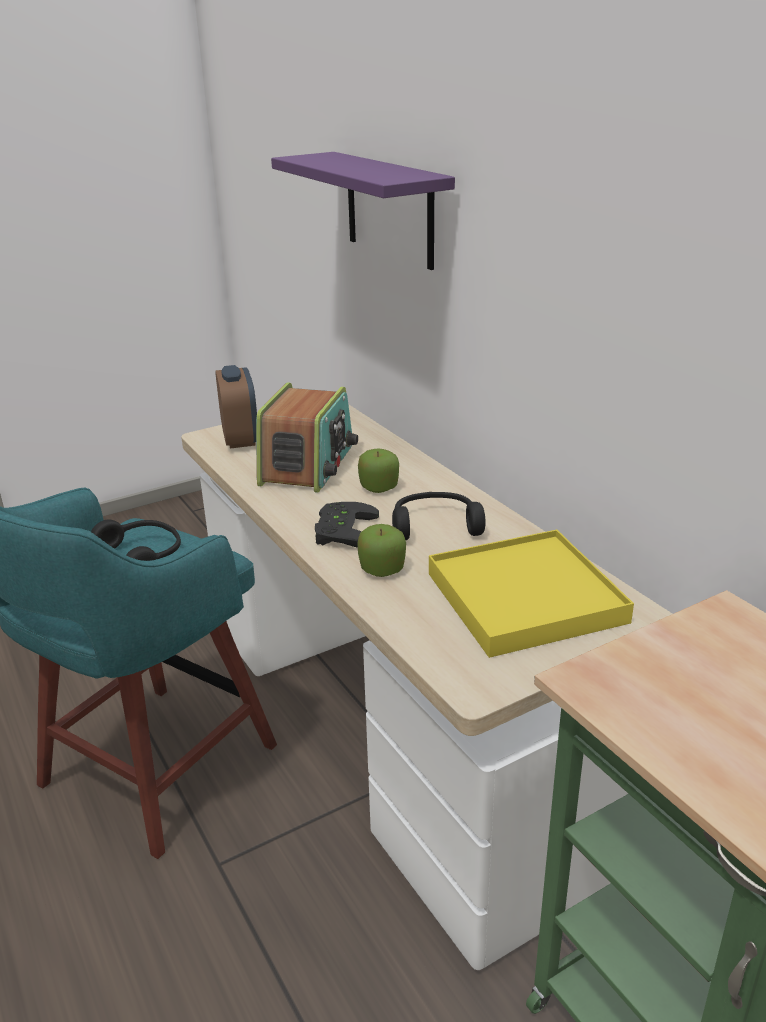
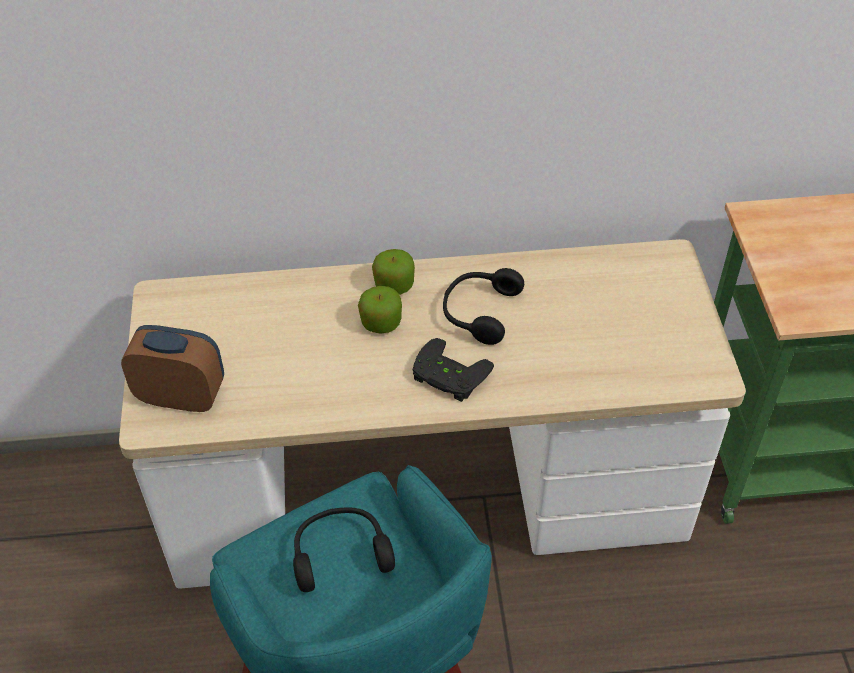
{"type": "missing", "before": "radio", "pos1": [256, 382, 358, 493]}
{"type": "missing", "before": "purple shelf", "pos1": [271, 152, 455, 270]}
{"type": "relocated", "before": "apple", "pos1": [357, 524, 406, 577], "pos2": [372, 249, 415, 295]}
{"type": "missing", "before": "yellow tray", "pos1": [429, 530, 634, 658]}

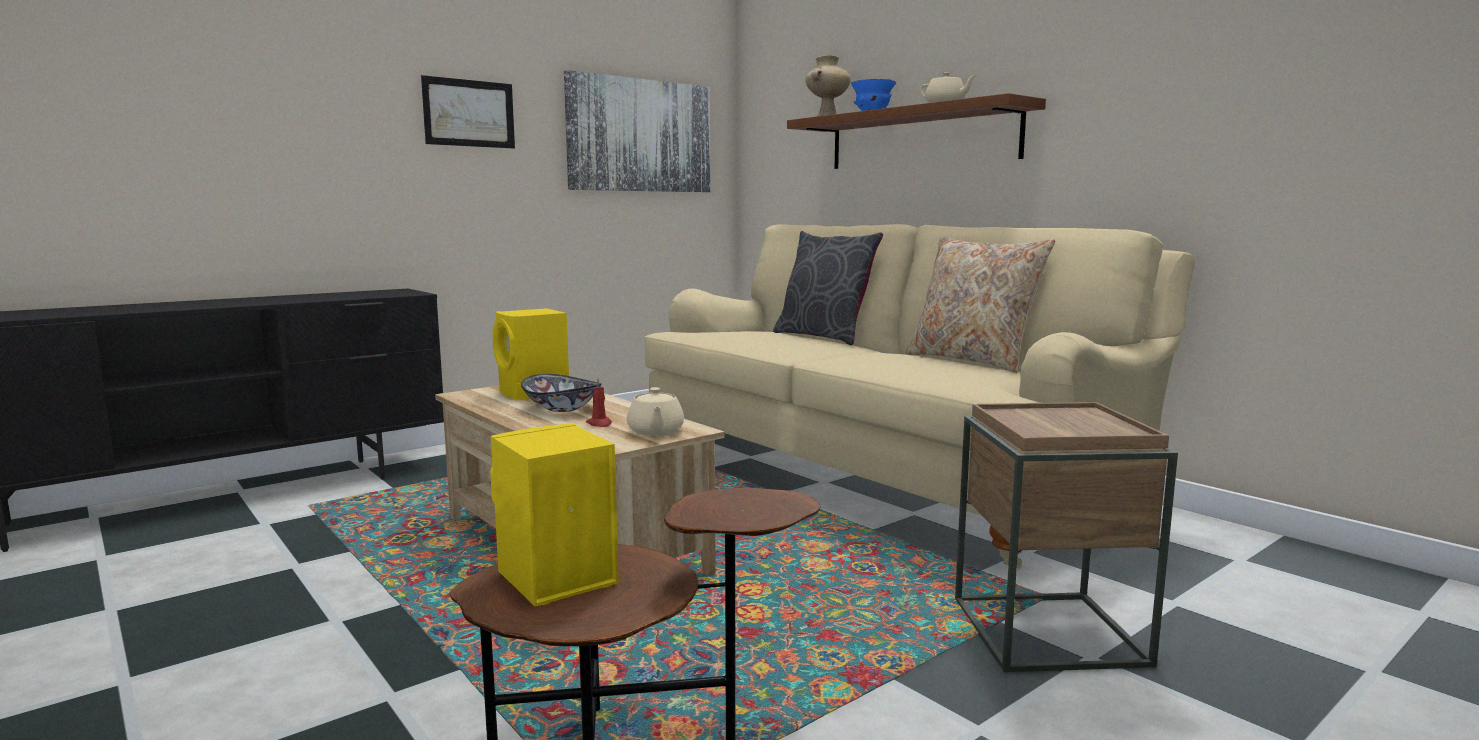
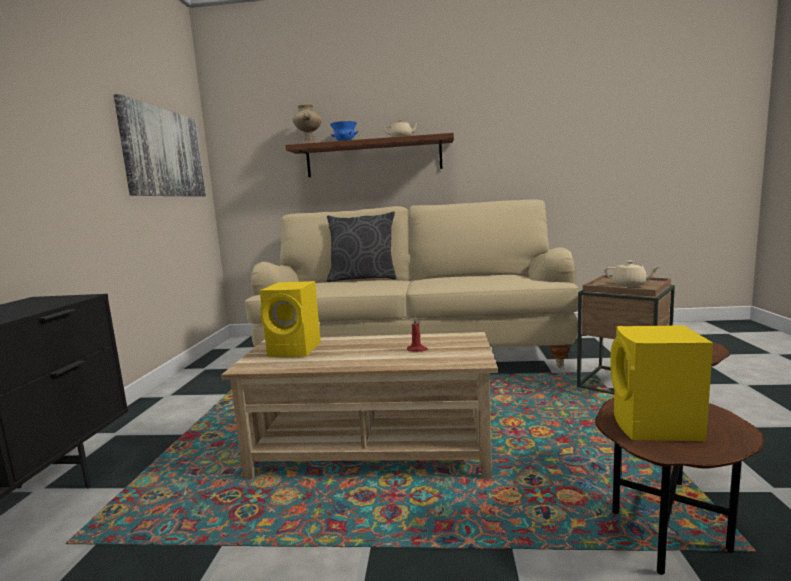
{"type": "missing", "before": "picture", "pos1": [421, 75, 515, 149]}
{"type": "missing", "before": "bowl", "pos1": [521, 374, 602, 412]}
{"type": "relocated", "before": "beige teapot", "pos1": [627, 387, 684, 436], "pos2": [604, 261, 660, 287]}
{"type": "missing", "before": "beige pillow", "pos1": [906, 236, 1055, 373]}

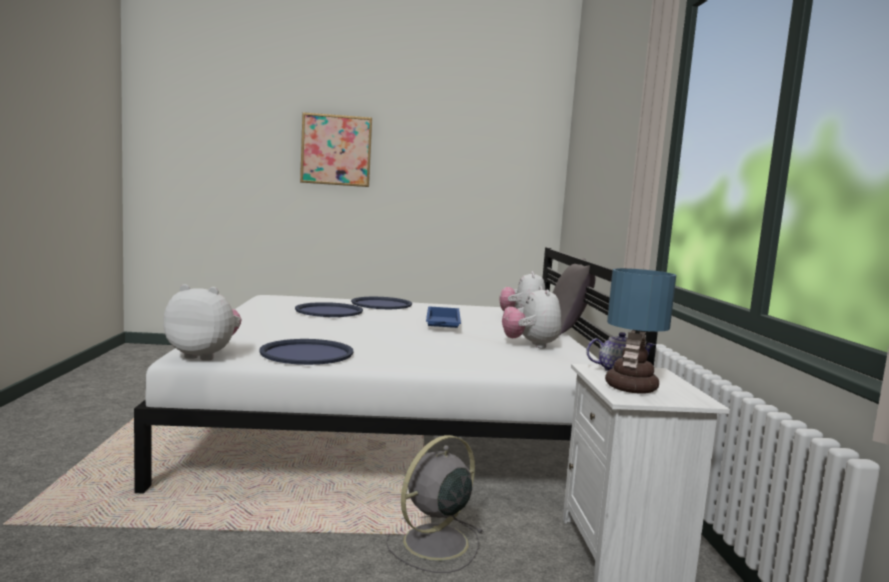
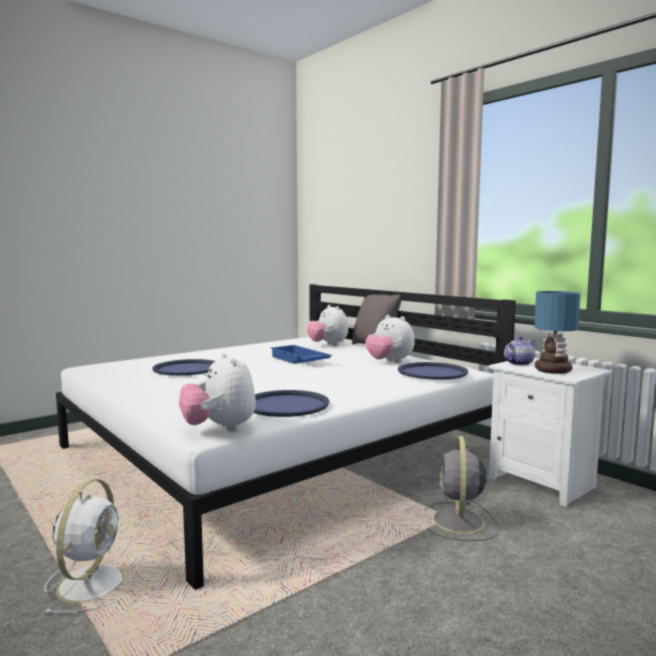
{"type": "spun", "before": "plush toy", "pos1": [163, 284, 242, 361], "pos2": [179, 353, 256, 432], "turn": -90}
{"type": "missing", "before": "picture", "pos1": [300, 112, 372, 187]}
{"type": "relocated", "before": "blue tray", "pos1": [351, 297, 412, 309], "pos2": [398, 362, 468, 380]}
{"type": "appeared", "after": "white fan", "pos2": [43, 479, 124, 614]}

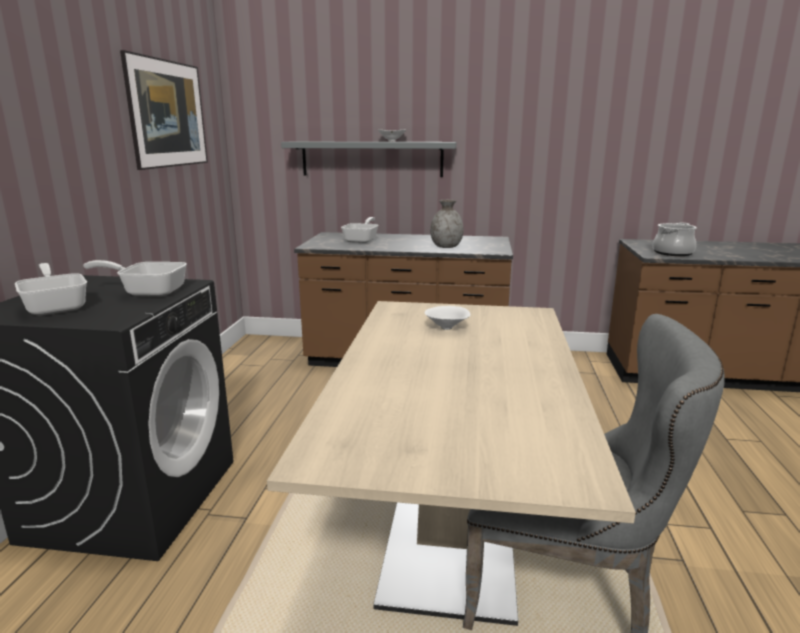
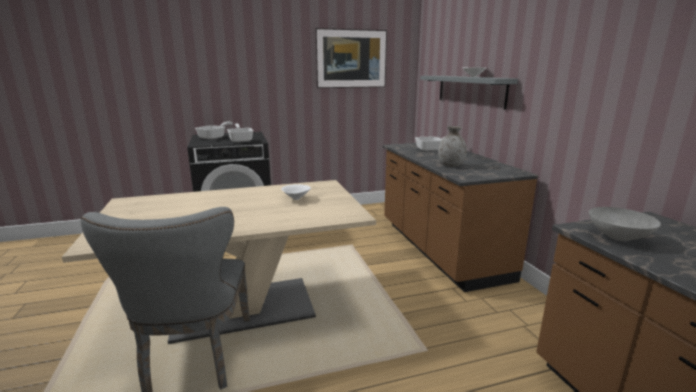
{"type": "exchanged", "before": "cooking pot", "after": "grey bowl", "pos1": [653, 222, 697, 256], "pos2": [589, 207, 661, 241]}

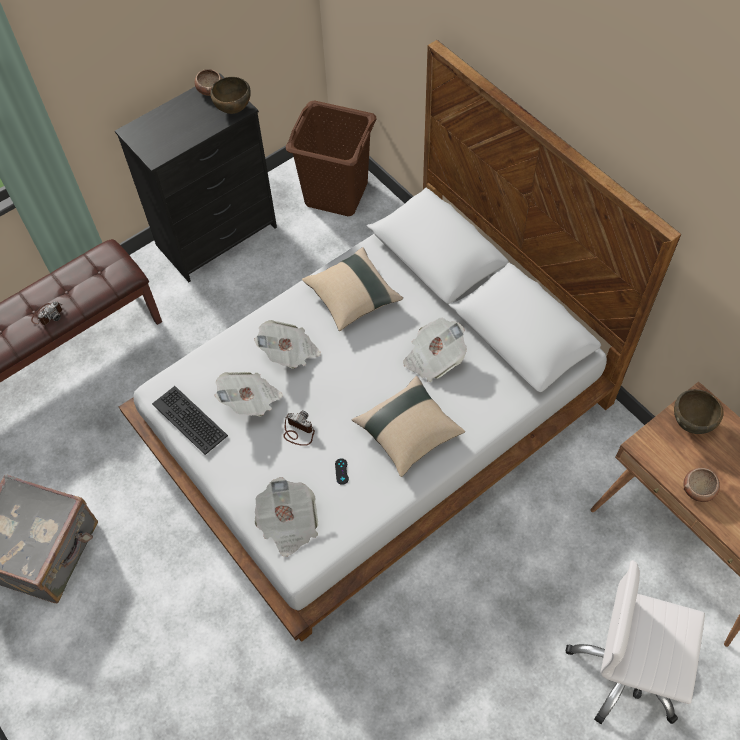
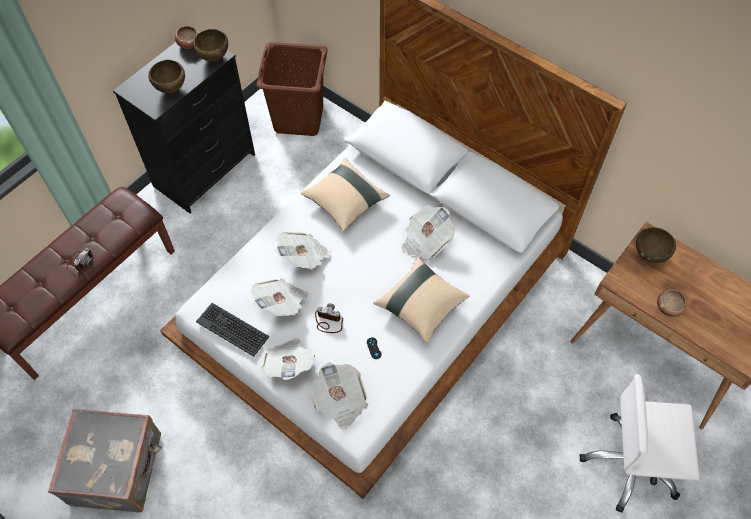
{"type": "appeared", "after": "brown bowl", "pos2": [148, 60, 185, 93]}
{"type": "appeared", "after": "newspaper", "pos2": [261, 338, 315, 380]}

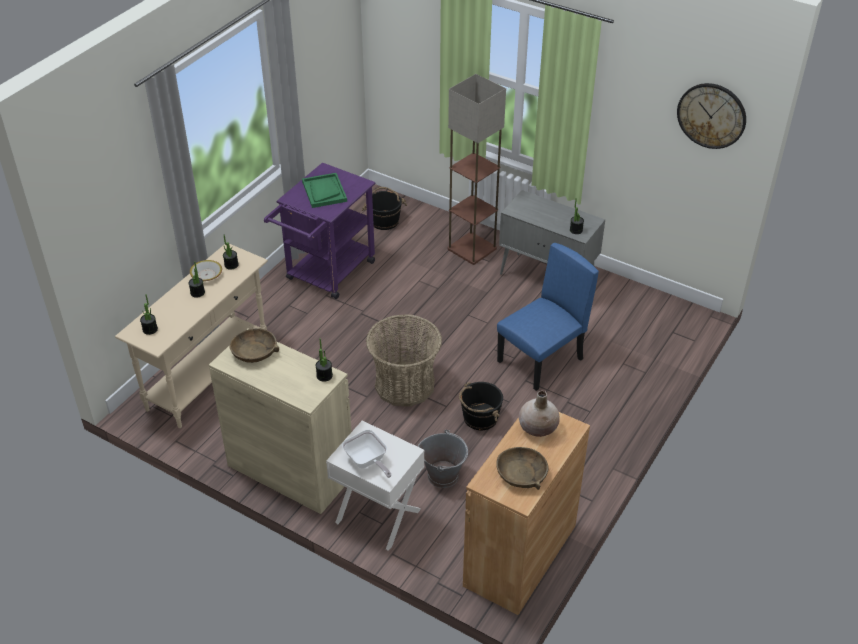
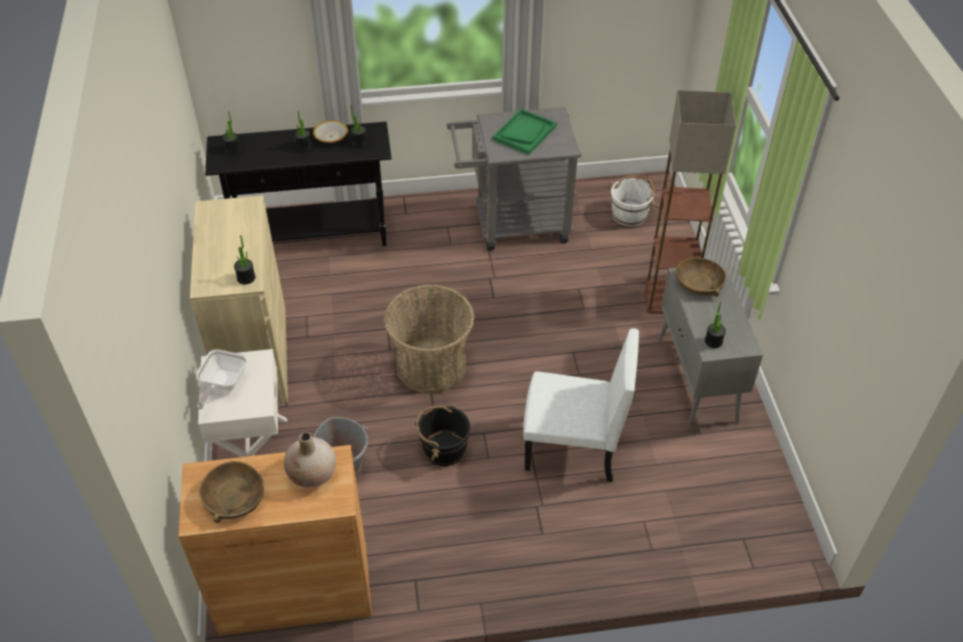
{"type": "colour", "before": "beige console table", "after": "black console table", "pos1": [115, 244, 268, 428], "pos2": [205, 122, 392, 246]}
{"type": "relocated", "before": "brown bowl", "pos1": [229, 328, 279, 363], "pos2": [676, 258, 727, 297]}
{"type": "colour", "before": "purple cart", "after": "grey cart", "pos1": [264, 162, 376, 299], "pos2": [447, 107, 582, 251]}
{"type": "colour", "before": "black bucket", "after": "white bucket", "pos1": [362, 187, 407, 230], "pos2": [608, 175, 657, 226]}
{"type": "colour", "before": "blue chair", "after": "white chair", "pos1": [497, 243, 599, 391], "pos2": [523, 328, 639, 482]}
{"type": "missing", "before": "wall clock", "pos1": [677, 83, 746, 149]}

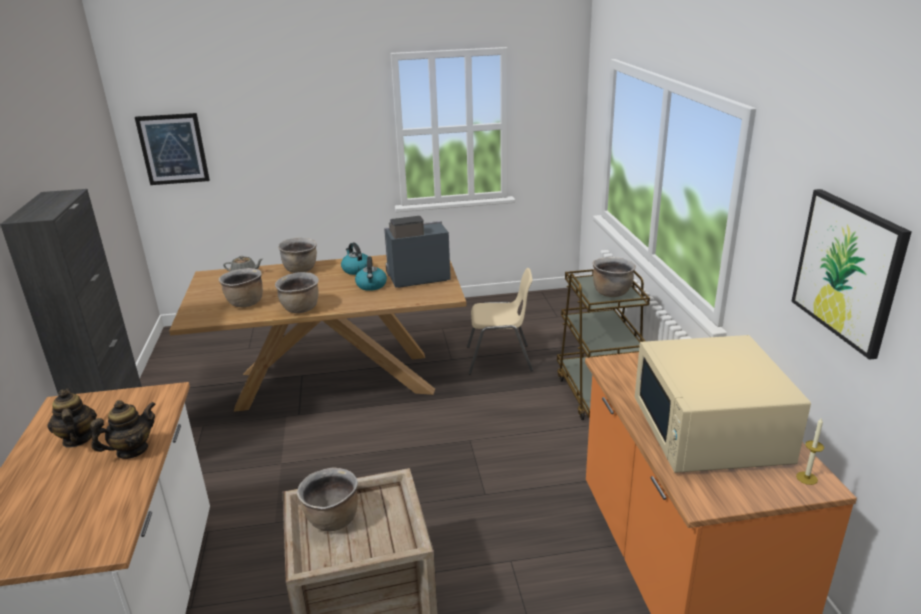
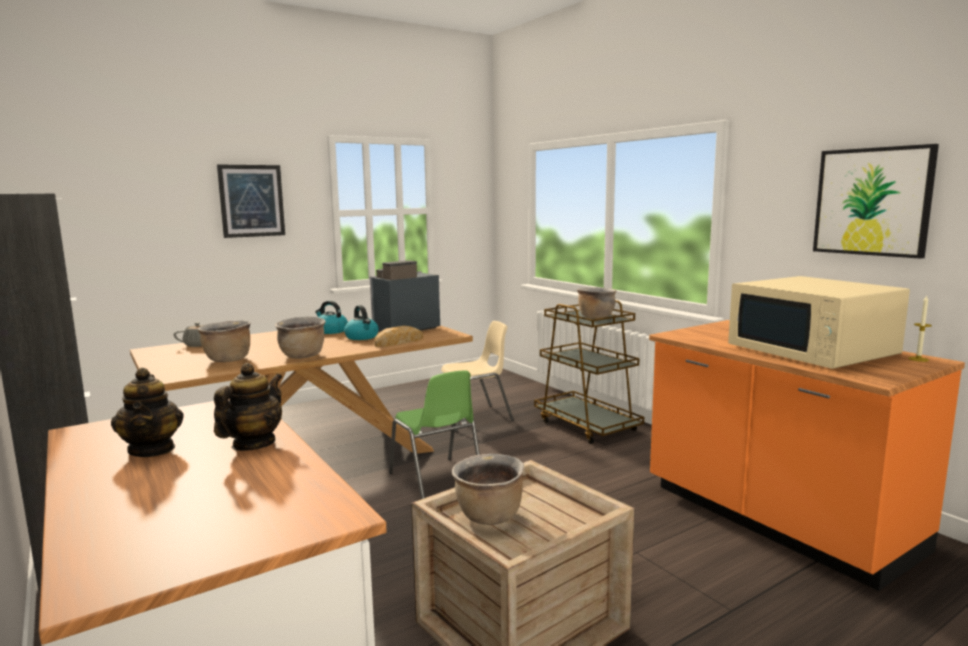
{"type": "spun", "before": "teapot", "pos1": [47, 389, 97, 448], "pos2": [111, 368, 184, 457], "turn": -150}
{"type": "relocated", "before": "picture", "pos1": [135, 113, 210, 185], "pos2": [217, 164, 285, 238]}
{"type": "missing", "before": "brown cooking pot", "pos1": [278, 238, 317, 273]}
{"type": "appeared", "after": "bread", "pos2": [374, 326, 423, 347]}
{"type": "appeared", "after": "green chair", "pos2": [389, 371, 480, 499]}

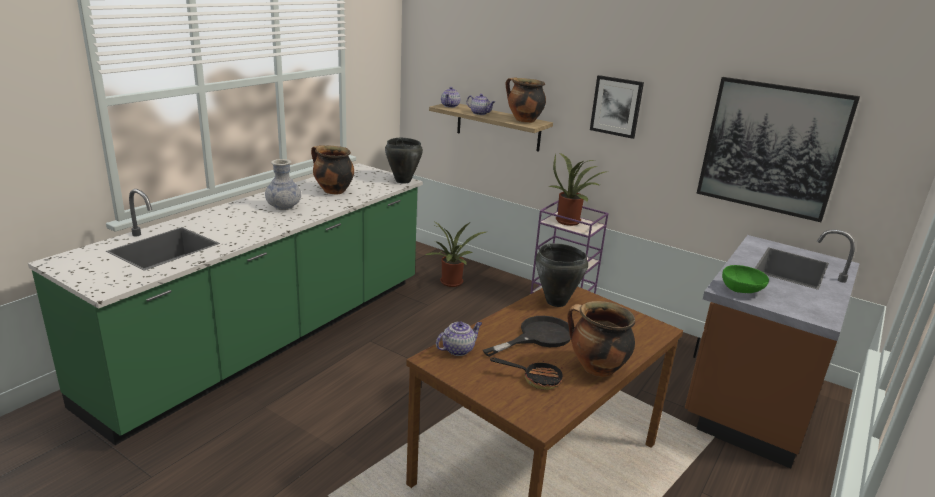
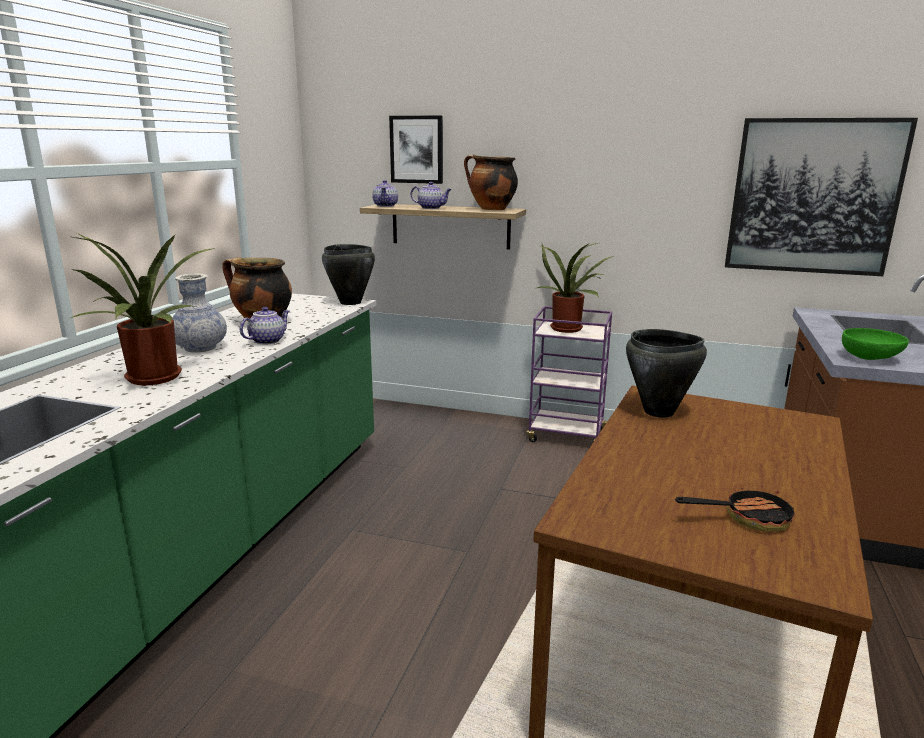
{"type": "relocated", "before": "potted plant", "pos1": [425, 222, 486, 287], "pos2": [68, 233, 215, 385]}
{"type": "relocated", "before": "teapot", "pos1": [436, 322, 482, 356], "pos2": [240, 307, 290, 345]}
{"type": "missing", "before": "black frying pan", "pos1": [483, 316, 571, 357]}
{"type": "missing", "before": "cooking pot", "pos1": [567, 301, 635, 377]}
{"type": "relocated", "before": "picture", "pos1": [590, 75, 644, 139], "pos2": [389, 116, 443, 184]}

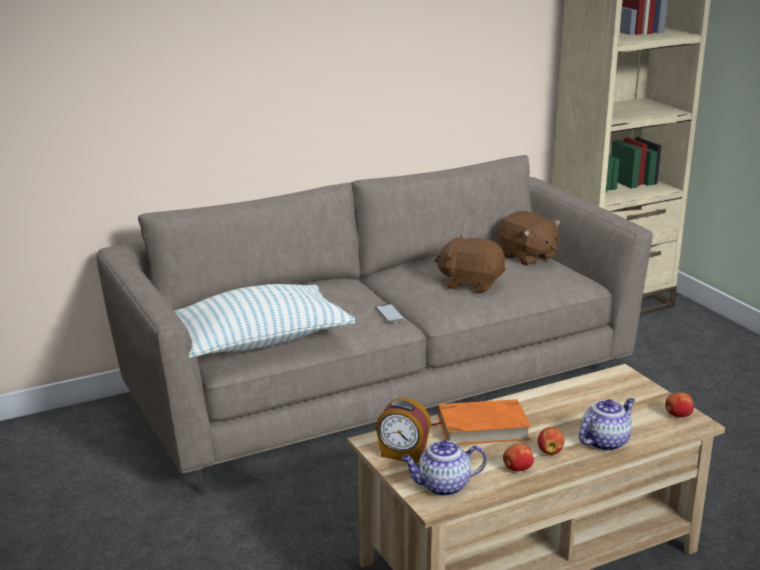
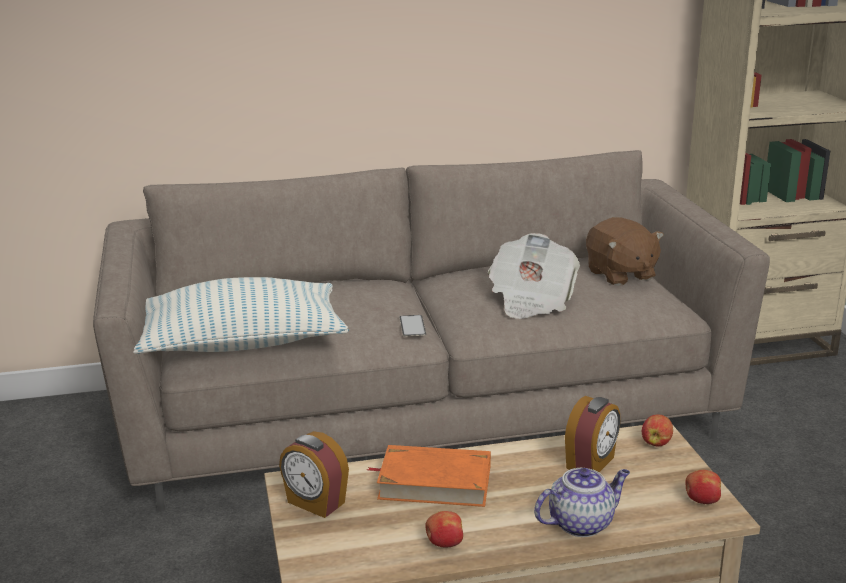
{"type": "missing", "before": "teapot", "pos1": [401, 440, 487, 496]}
{"type": "exchanged", "before": "brown plush toy", "after": "newspaper", "pos1": [435, 236, 506, 293], "pos2": [488, 233, 580, 319]}
{"type": "relocated", "before": "apple", "pos1": [538, 427, 564, 455], "pos2": [642, 414, 673, 446]}
{"type": "appeared", "after": "alarm clock", "pos2": [565, 396, 620, 472]}

